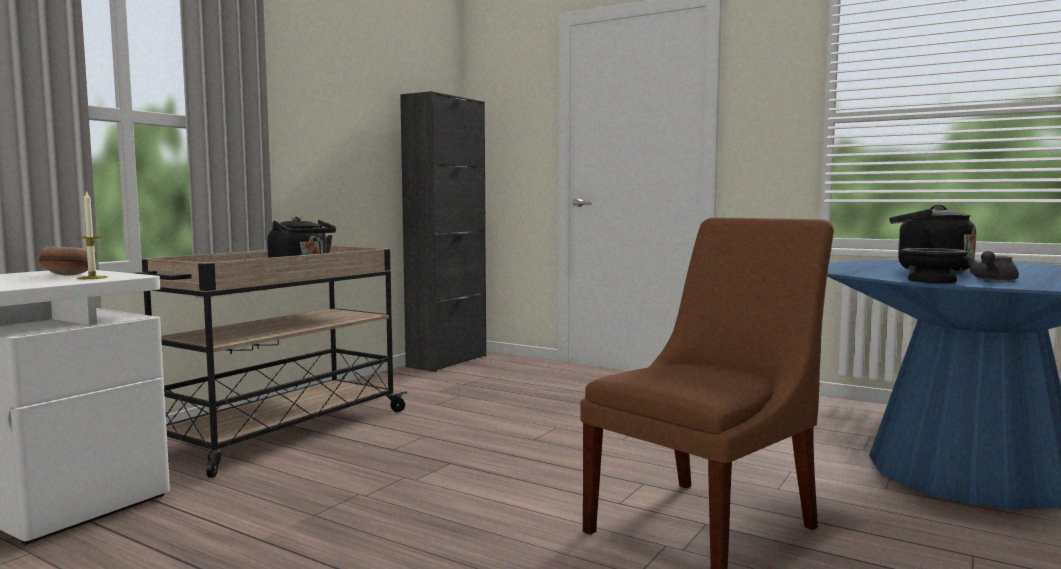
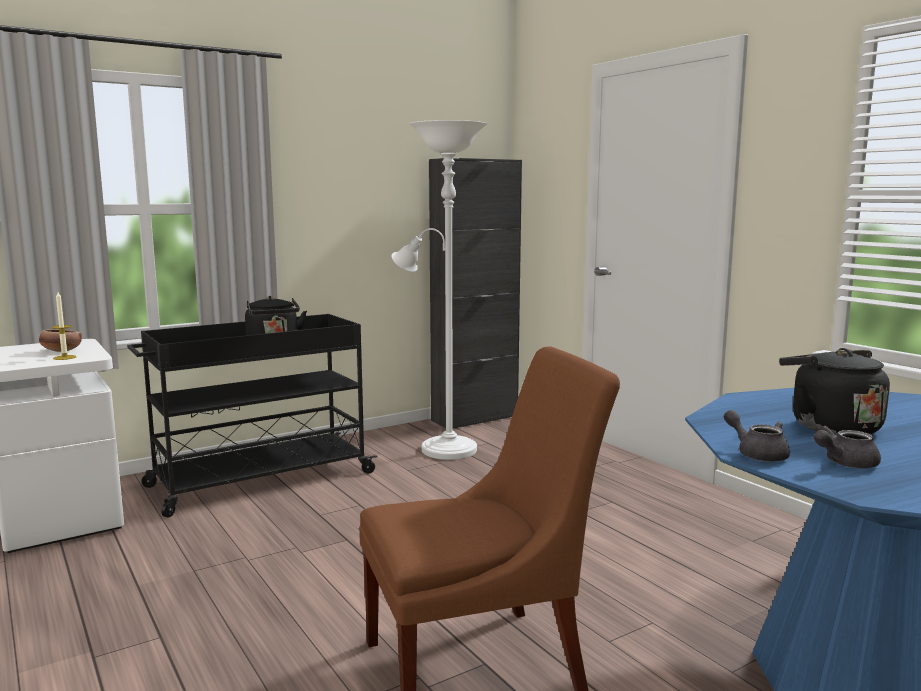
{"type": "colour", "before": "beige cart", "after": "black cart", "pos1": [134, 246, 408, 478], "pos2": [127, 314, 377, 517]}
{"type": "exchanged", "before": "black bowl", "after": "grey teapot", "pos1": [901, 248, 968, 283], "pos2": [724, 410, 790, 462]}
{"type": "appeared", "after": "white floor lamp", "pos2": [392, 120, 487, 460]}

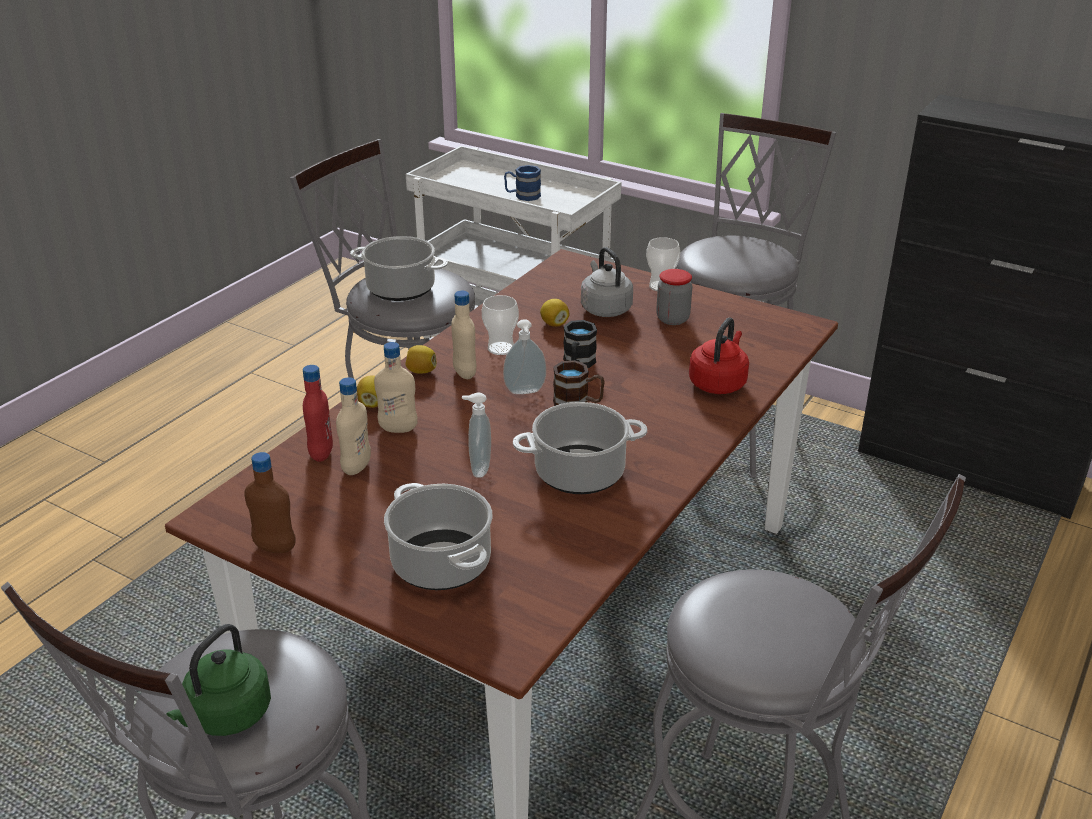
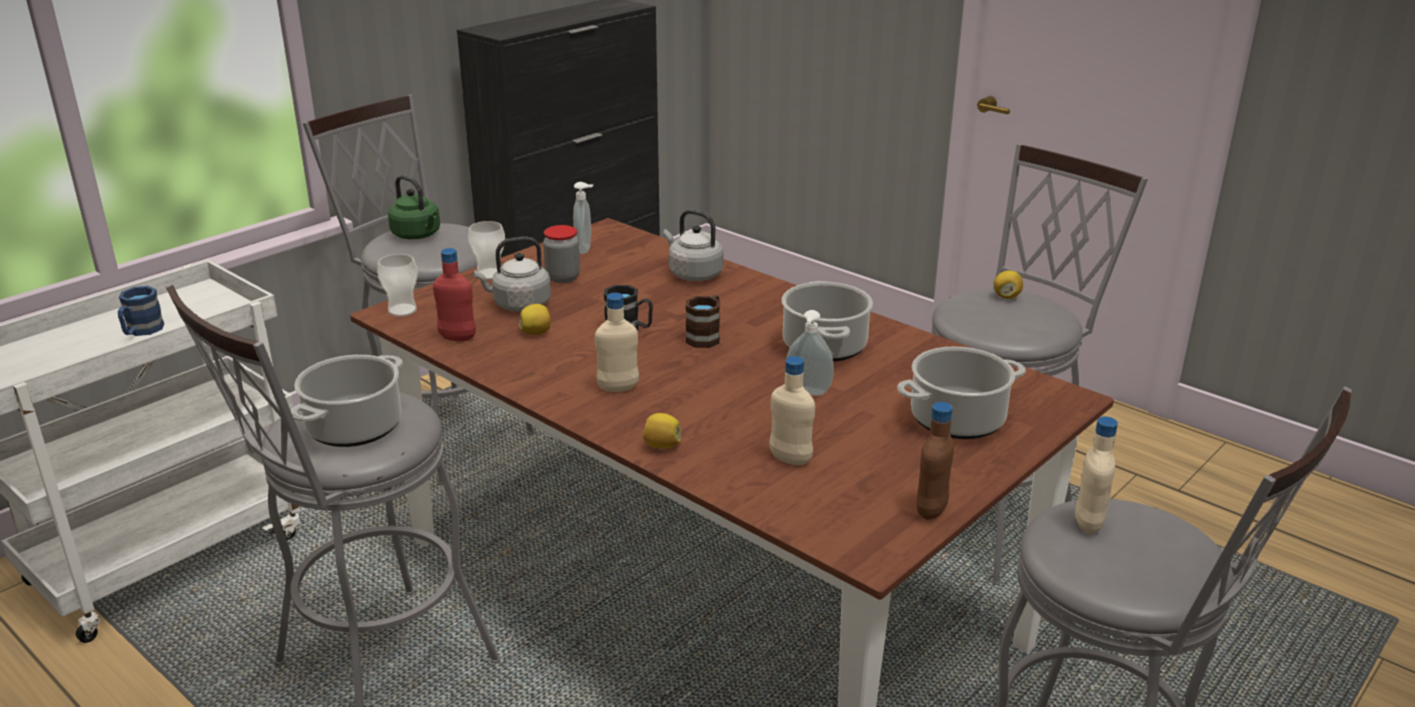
{"type": "relocated", "before": "green kettle", "pos1": [166, 624, 271, 736], "pos2": [388, 175, 440, 239]}
{"type": "relocated", "before": "red bottle", "pos1": [303, 365, 333, 462], "pos2": [433, 248, 476, 341]}
{"type": "relocated", "before": "beige bottle", "pos1": [374, 342, 418, 433], "pos2": [1075, 416, 1118, 534]}
{"type": "relocated", "before": "lemon", "pos1": [405, 345, 436, 374], "pos2": [994, 270, 1023, 299]}
{"type": "relocated", "before": "cup", "pos1": [482, 295, 519, 355], "pos2": [377, 254, 418, 316]}
{"type": "relocated", "before": "soap dispenser", "pos1": [503, 319, 546, 394], "pos2": [573, 182, 593, 254]}
{"type": "colour", "before": "red kettle", "after": "grey kettle", "pos1": [689, 317, 749, 394], "pos2": [663, 210, 724, 281]}

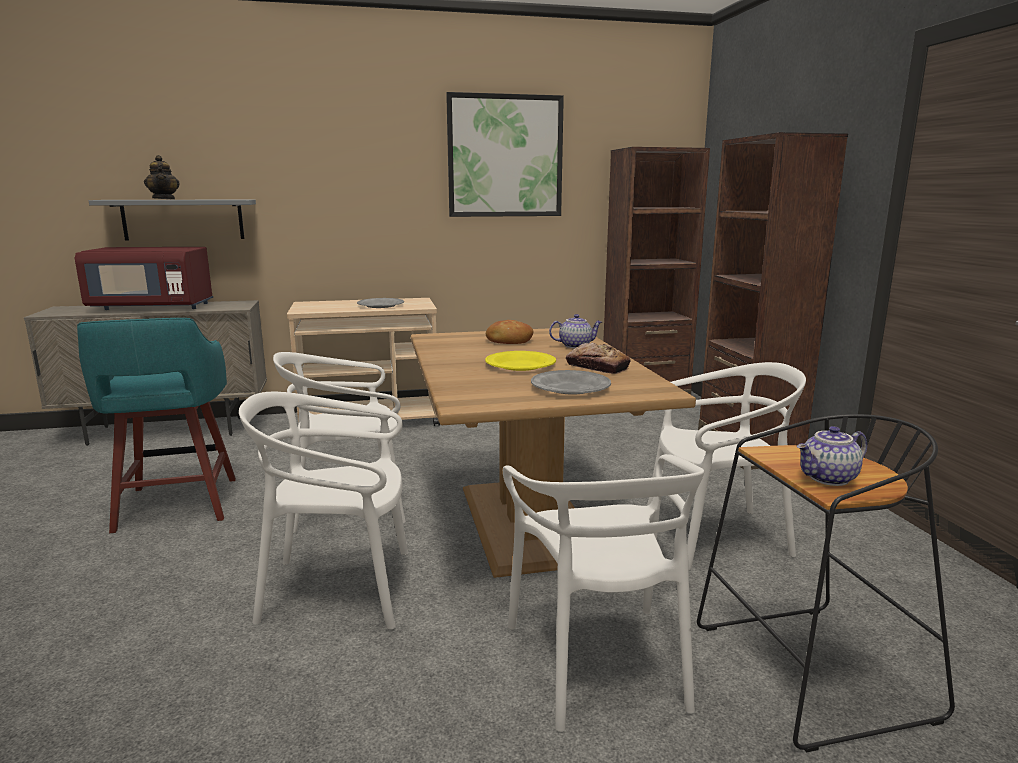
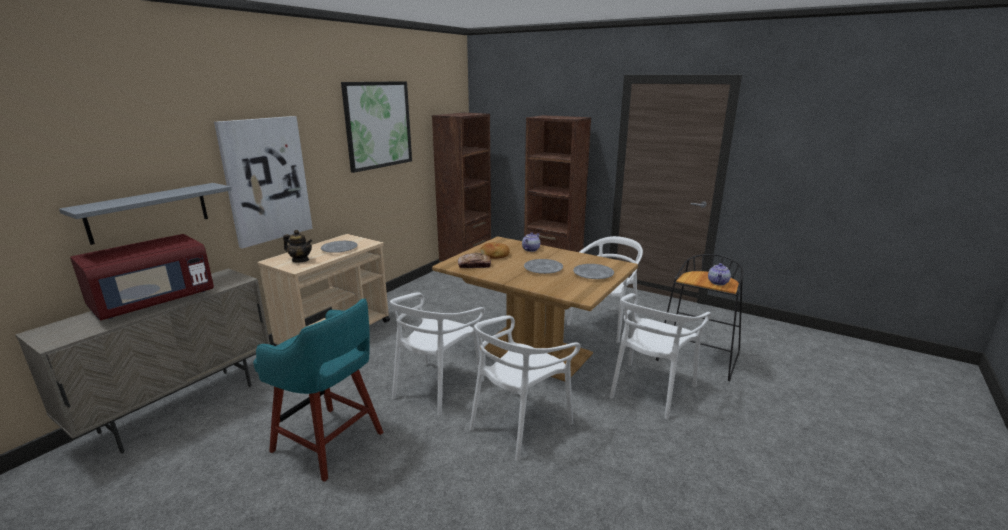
{"type": "relocated", "before": "teapot", "pos1": [144, 155, 180, 200], "pos2": [283, 230, 312, 263]}
{"type": "colour", "before": "yellow plate", "after": "grey plate", "pos1": [485, 351, 556, 371], "pos2": [524, 259, 563, 274]}
{"type": "spun", "before": "white chair", "pos1": [503, 454, 704, 732], "pos2": [610, 293, 711, 419], "turn": 90}
{"type": "relocated", "before": "bread", "pos1": [566, 343, 631, 374], "pos2": [458, 253, 491, 268]}
{"type": "appeared", "after": "picture", "pos2": [214, 116, 313, 249]}

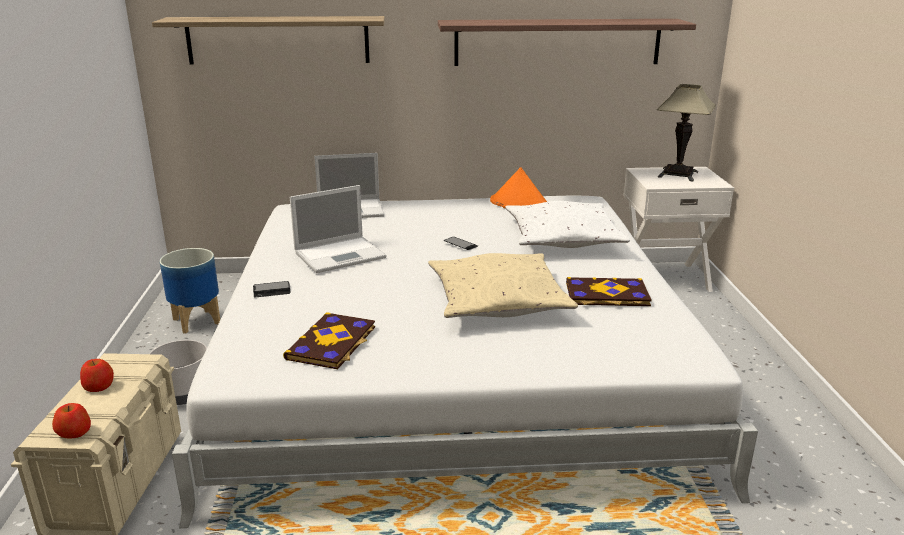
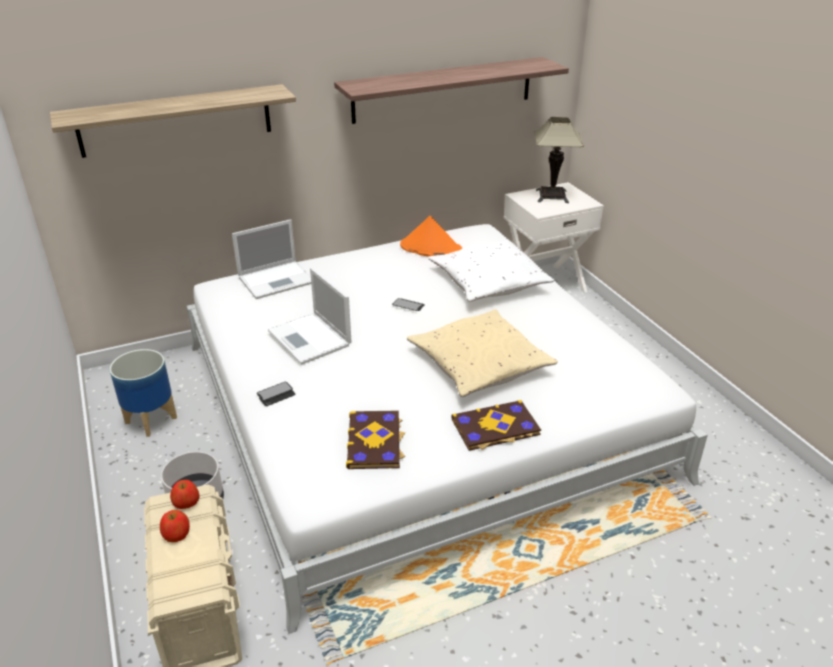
{"type": "relocated", "before": "apple", "pos1": [52, 403, 91, 438], "pos2": [170, 480, 199, 509]}
{"type": "spun", "before": "laptop", "pos1": [290, 185, 386, 273], "pos2": [268, 268, 351, 364], "turn": 105}
{"type": "relocated", "before": "book", "pos1": [566, 277, 652, 306], "pos2": [452, 400, 541, 451]}

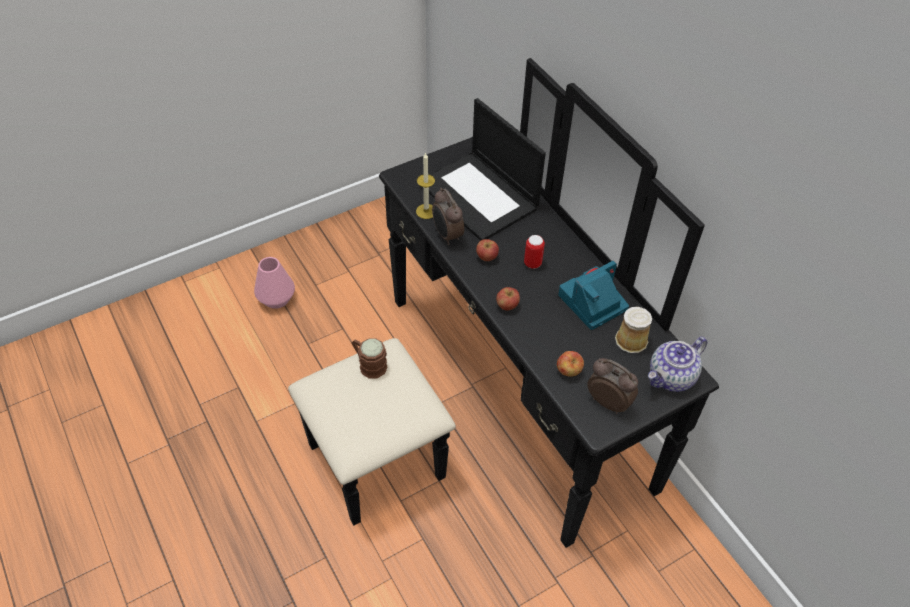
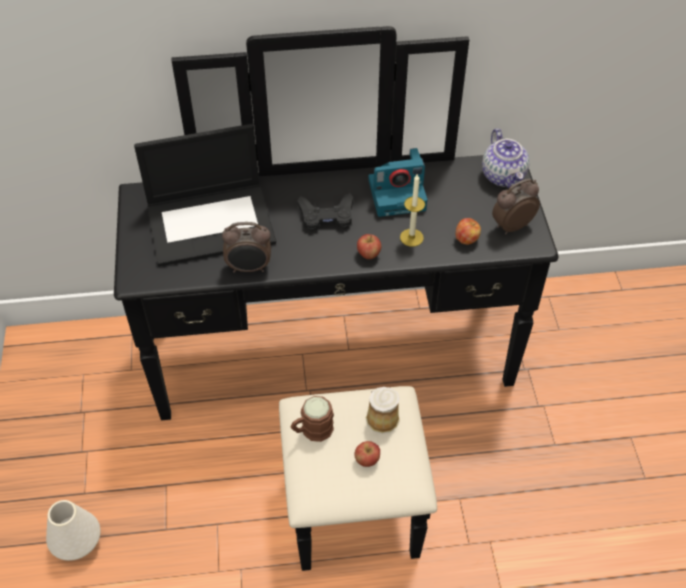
{"type": "colour", "before": "pink vase", "after": "white vase", "pos1": [254, 257, 295, 309], "pos2": [46, 500, 101, 561]}
{"type": "relocated", "before": "candle", "pos1": [416, 152, 435, 219], "pos2": [400, 174, 425, 247]}
{"type": "relocated", "before": "apple", "pos1": [476, 239, 499, 261], "pos2": [355, 441, 380, 467]}
{"type": "exchanged", "before": "can", "after": "black game controller", "pos1": [524, 235, 545, 269], "pos2": [297, 193, 353, 231]}
{"type": "spun", "before": "photo camera", "pos1": [558, 261, 629, 330], "pos2": [368, 148, 427, 217], "turn": -90}
{"type": "relocated", "before": "mug", "pos1": [615, 307, 652, 353], "pos2": [366, 387, 400, 434]}

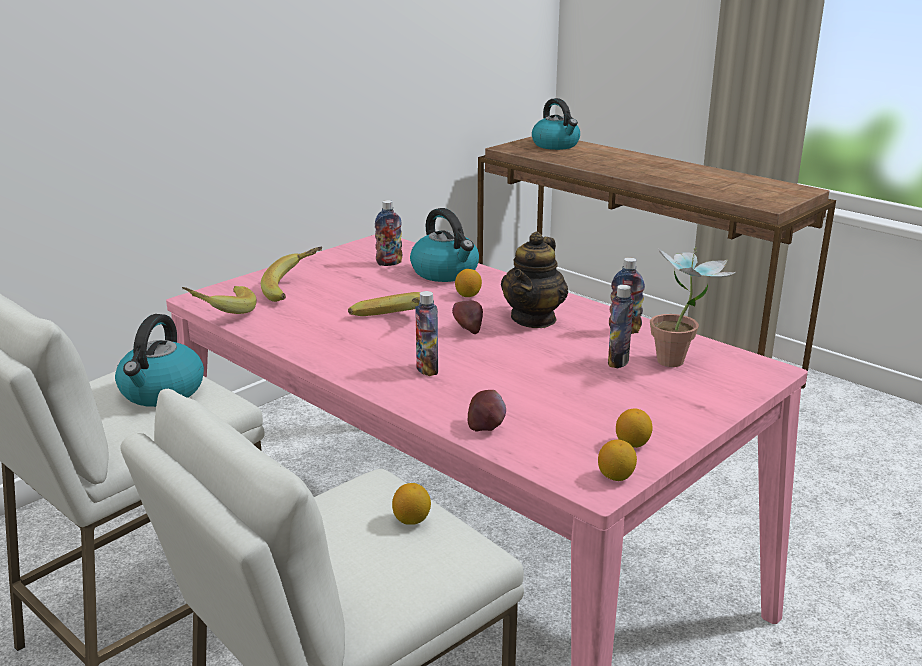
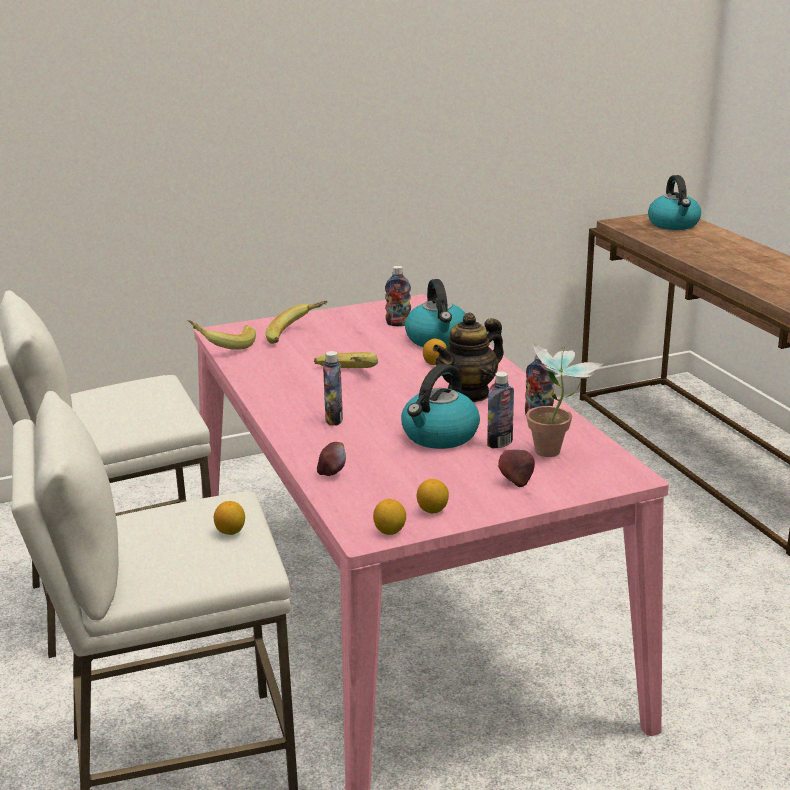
{"type": "relocated", "before": "kettle", "pos1": [115, 314, 204, 407], "pos2": [401, 364, 480, 449]}
{"type": "relocated", "before": "apple", "pos1": [452, 300, 483, 334], "pos2": [498, 449, 535, 487]}

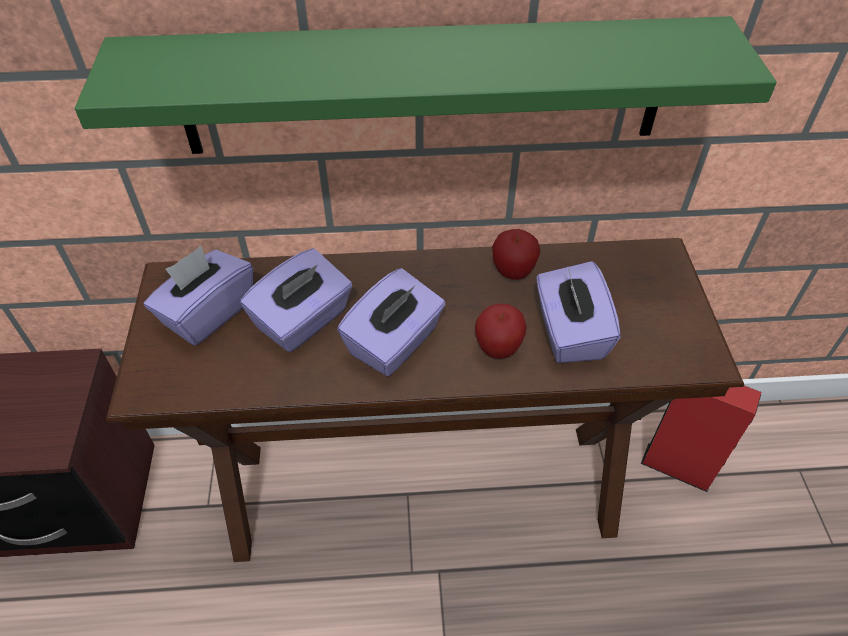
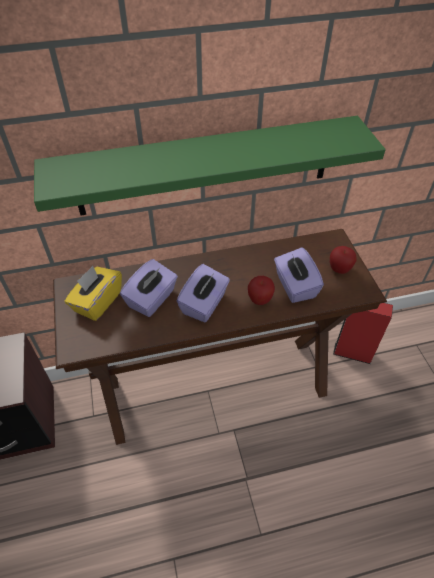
{"type": "colour", "before": "purple tissue box", "after": "yellow tissue box", "pos1": [144, 246, 253, 346], "pos2": [65, 266, 122, 321]}
{"type": "relocated", "before": "apple", "pos1": [492, 229, 540, 280], "pos2": [330, 246, 357, 274]}

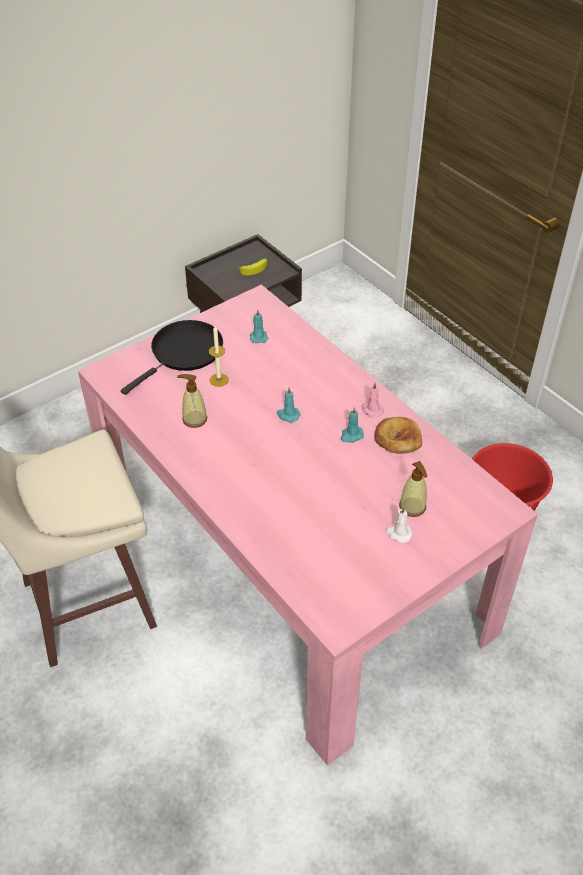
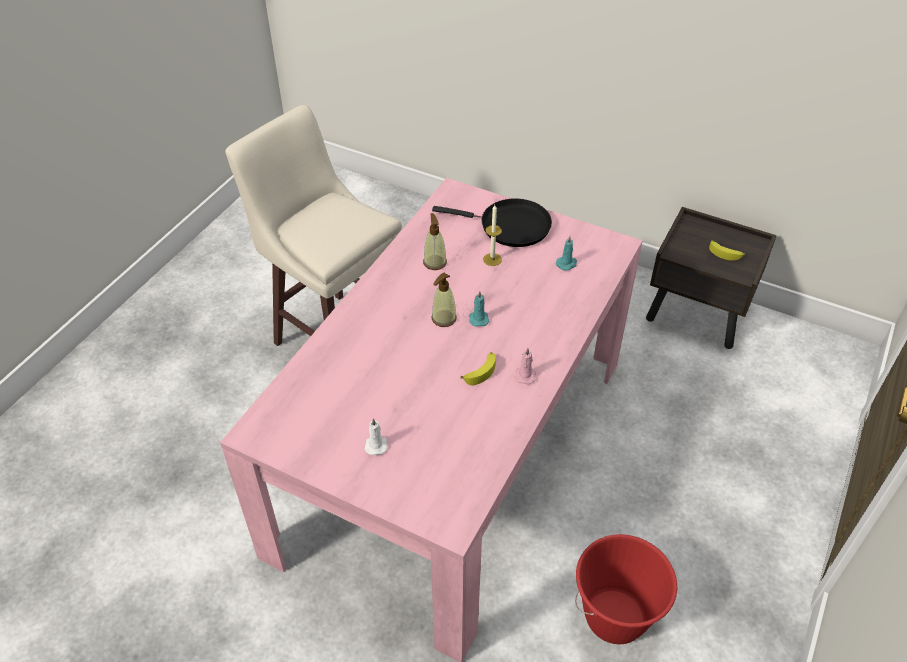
{"type": "exchanged", "before": "turquoise candle", "after": "banana", "pos1": [341, 407, 364, 442], "pos2": [461, 352, 496, 385]}
{"type": "missing", "before": "bread", "pos1": [375, 417, 422, 454]}
{"type": "relocated", "before": "soap dispenser", "pos1": [399, 461, 428, 517], "pos2": [431, 273, 457, 327]}

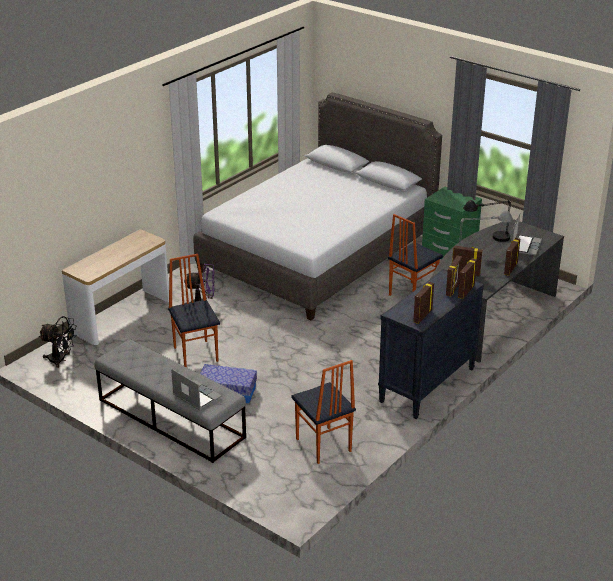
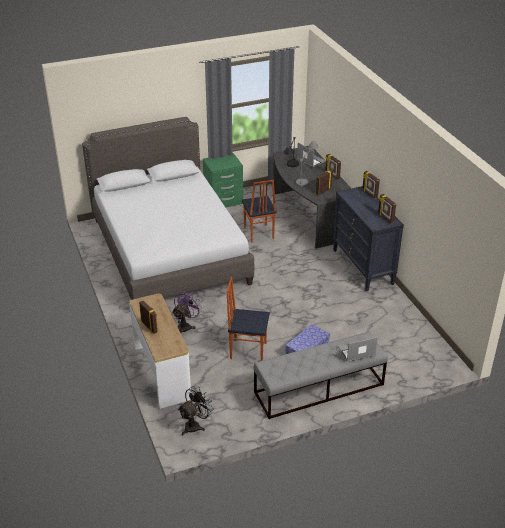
{"type": "missing", "before": "chair", "pos1": [291, 360, 356, 464]}
{"type": "relocated", "before": "picture frame", "pos1": [446, 256, 462, 297], "pos2": [139, 301, 158, 334]}

